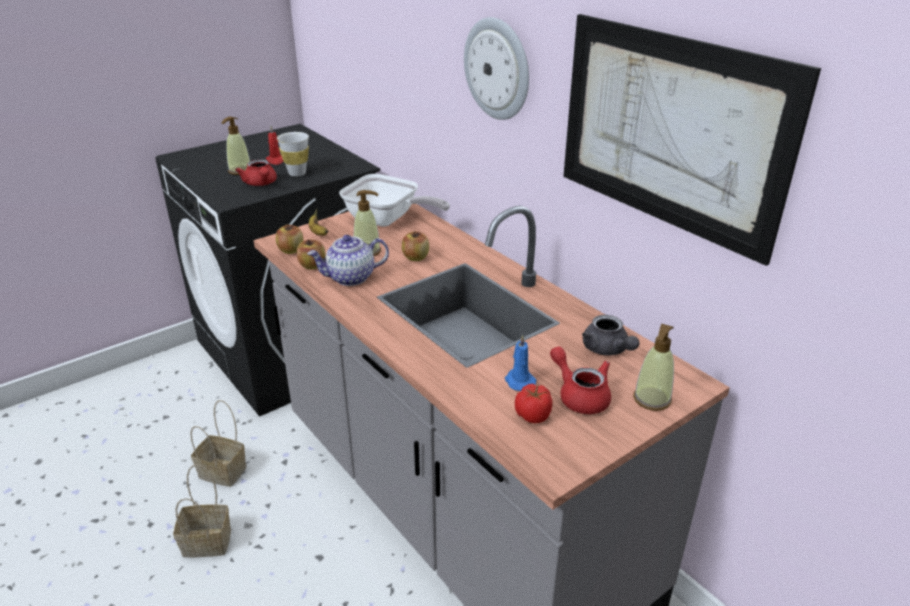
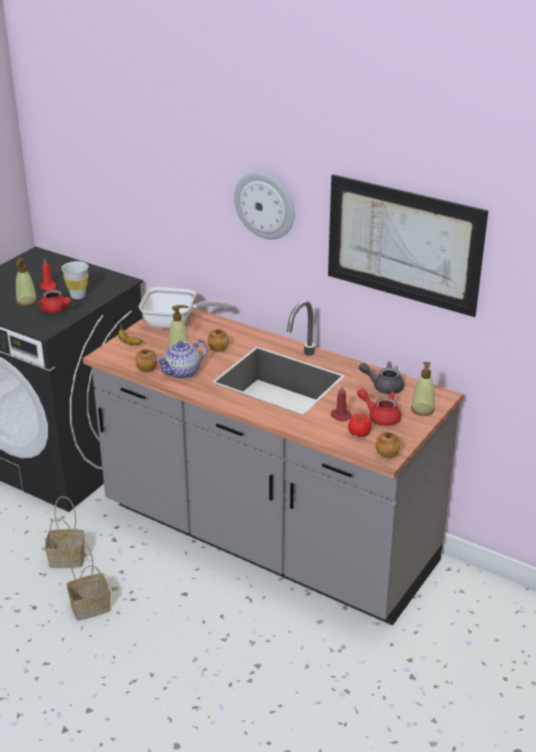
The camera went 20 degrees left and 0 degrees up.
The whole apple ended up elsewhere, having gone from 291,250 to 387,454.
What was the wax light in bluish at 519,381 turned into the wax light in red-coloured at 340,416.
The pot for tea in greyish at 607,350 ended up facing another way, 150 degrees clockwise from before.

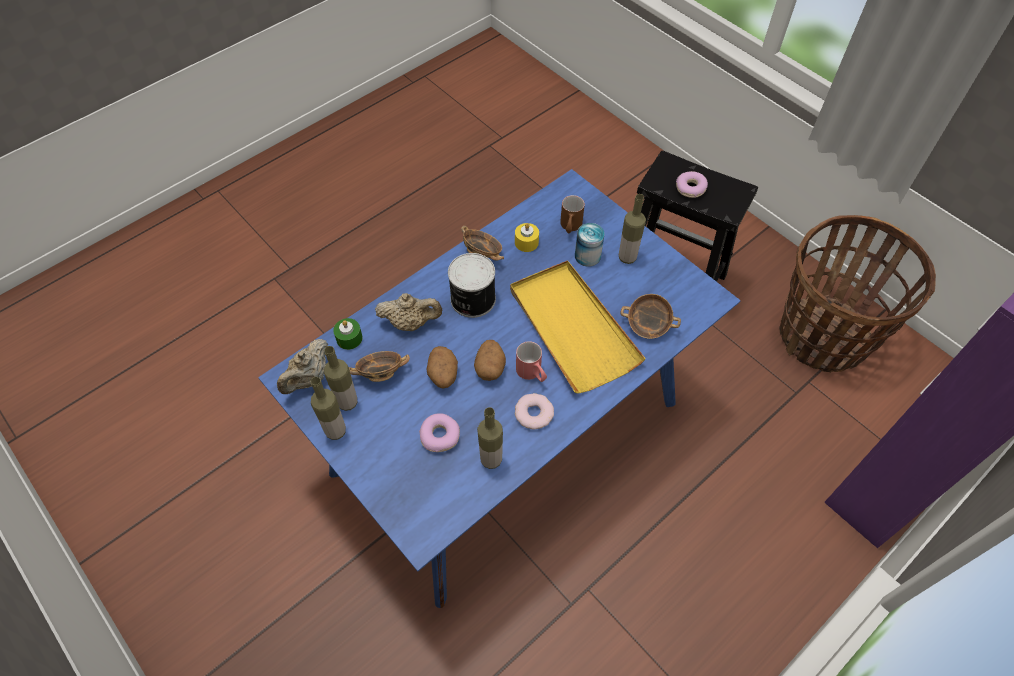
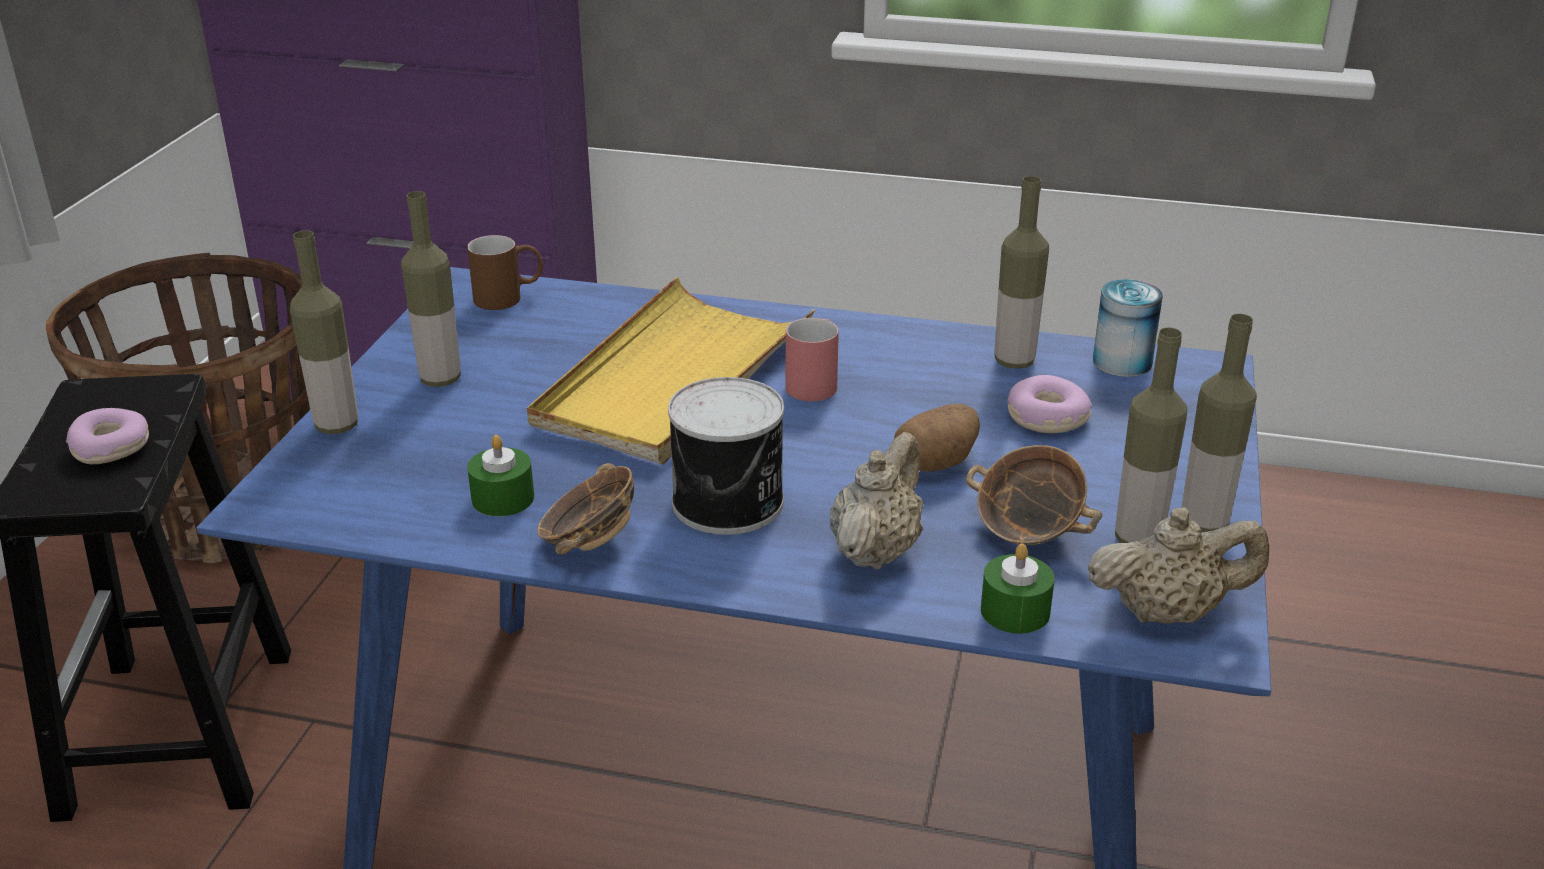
The camera went 125 degrees left and 25 degrees down.
The pot for tea in beige at 411,322 ended up facing another way, 60 degrees clockwise from before.
The second view lost the whole potato at 490,367.
What was the wax light in yellow at 526,242 turned into the wax light in greenish at 503,498.
The second view lost the doughnut at 533,413.
The coffee mug in brown-coloured ended up elsewhere, having gone from 570,227 to 509,297.
The sealed can ended up elsewhere, having gone from 587,256 to 1122,362.
The second view lost the serving bowl at 647,326.
The second view gained the bottle at 337,425.

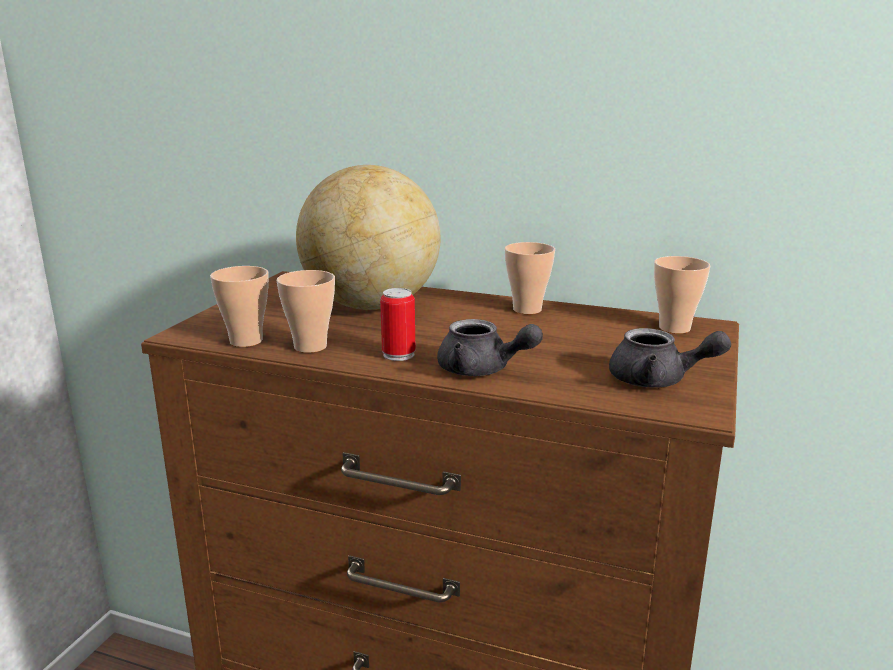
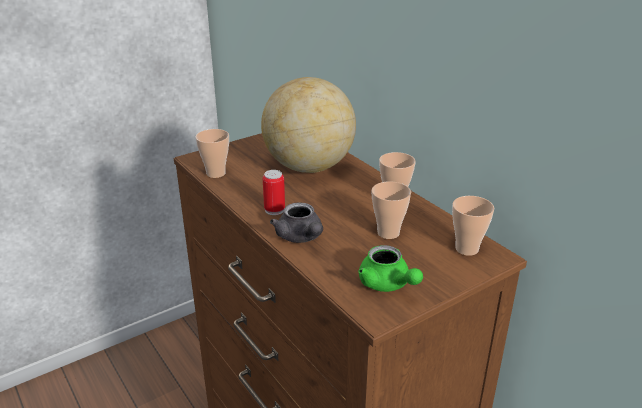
The camera went 35 degrees right and 10 degrees up.
The small cup ended up elsewhere, having gone from 310,347 to 388,233.
What was the pot for tea in greyish at 658,380 turned into the pot for tea in greenish at 387,284.

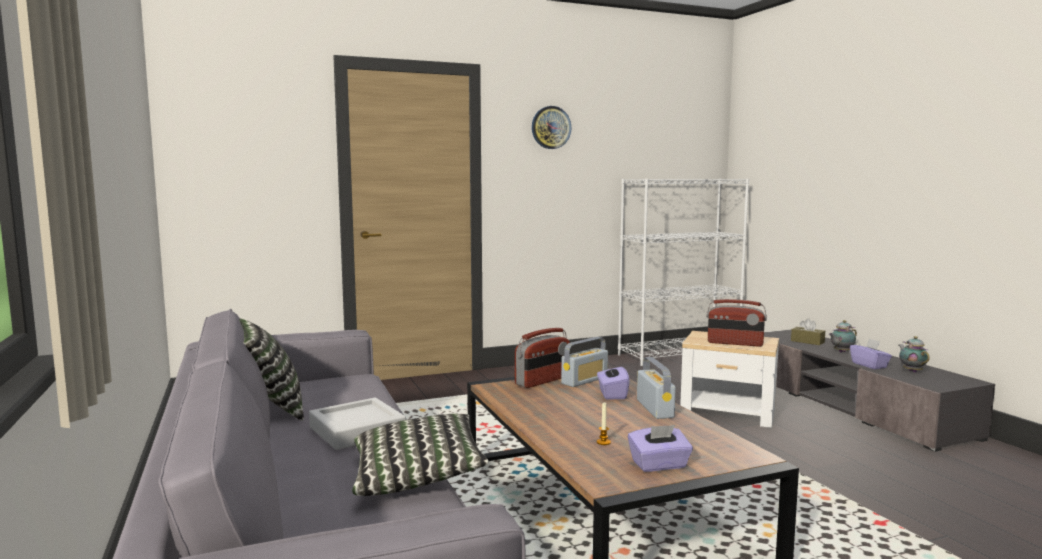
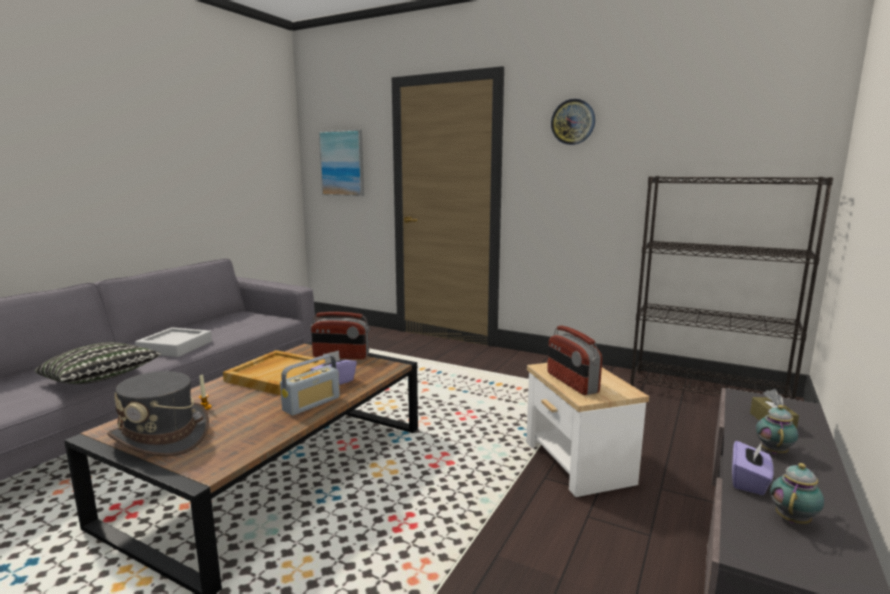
The camera went 50 degrees right and 5 degrees up.
The second view lost the pillow at 271,409.
The second view lost the radio set at 584,380.
What was the bookshelf in white-coloured at 679,354 turned into the bookshelf in black-coloured at 708,392.
Where the tissue holder in purple-coloured stood at 659,465, the clothing hat in greyish came to stand at 161,437.
The pot for tea at 841,352 ended up facing another way, 90 degrees clockwise from before.
The second view gained the carrying tray in beige at 277,375.
The second view gained the picture at 342,163.

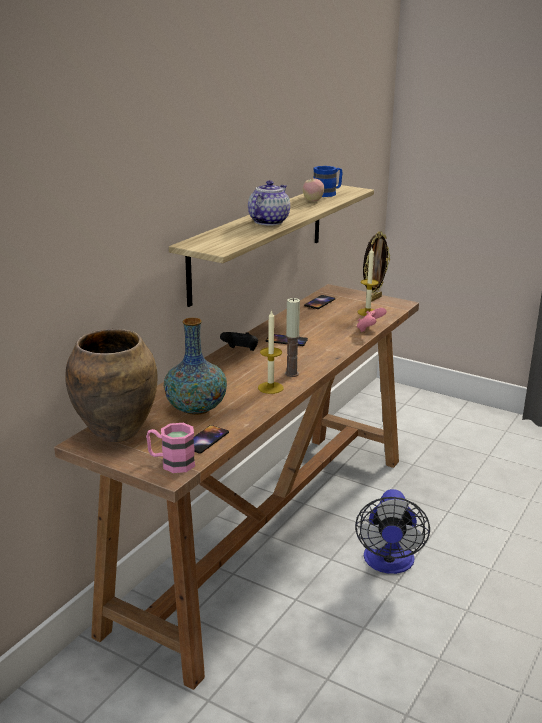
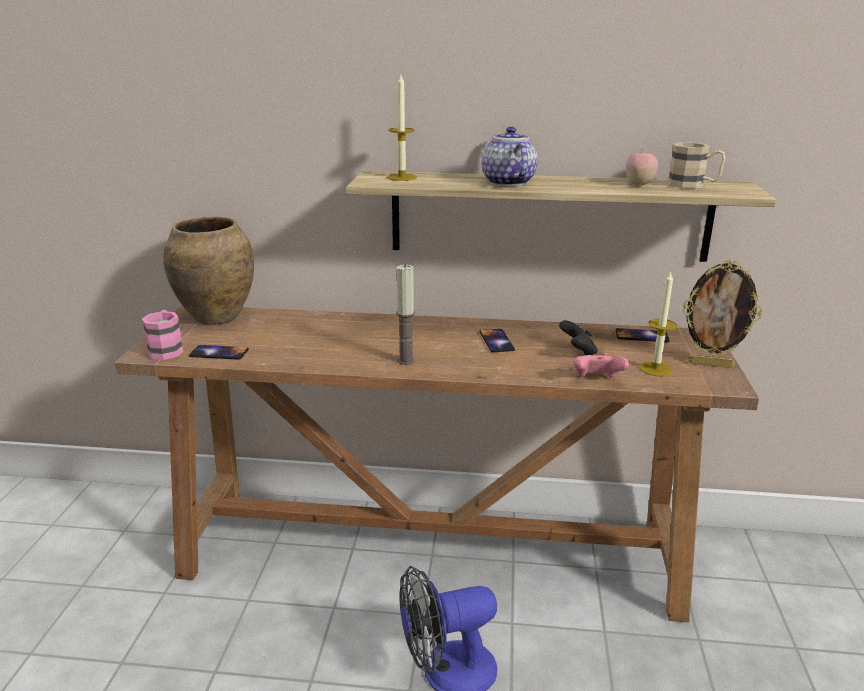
The camera went 65 degrees right and 0 degrees up.
The second view lost the decorative vase at 196,409.
The game controller in black-coloured ended up elsewhere, having gone from 240,351 to 578,353.
The pot for tea at 268,221 ended up facing another way, 105 degrees counterclockwise from before.
The wax light ended up elsewhere, having gone from 270,388 to 402,177.
What was the coffee mug in bluish at 328,193 turned into the coffee mug in beige at 693,185.

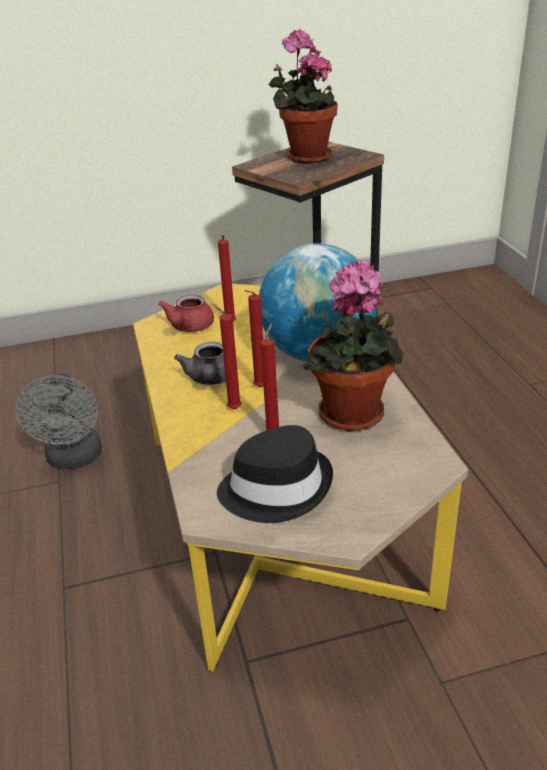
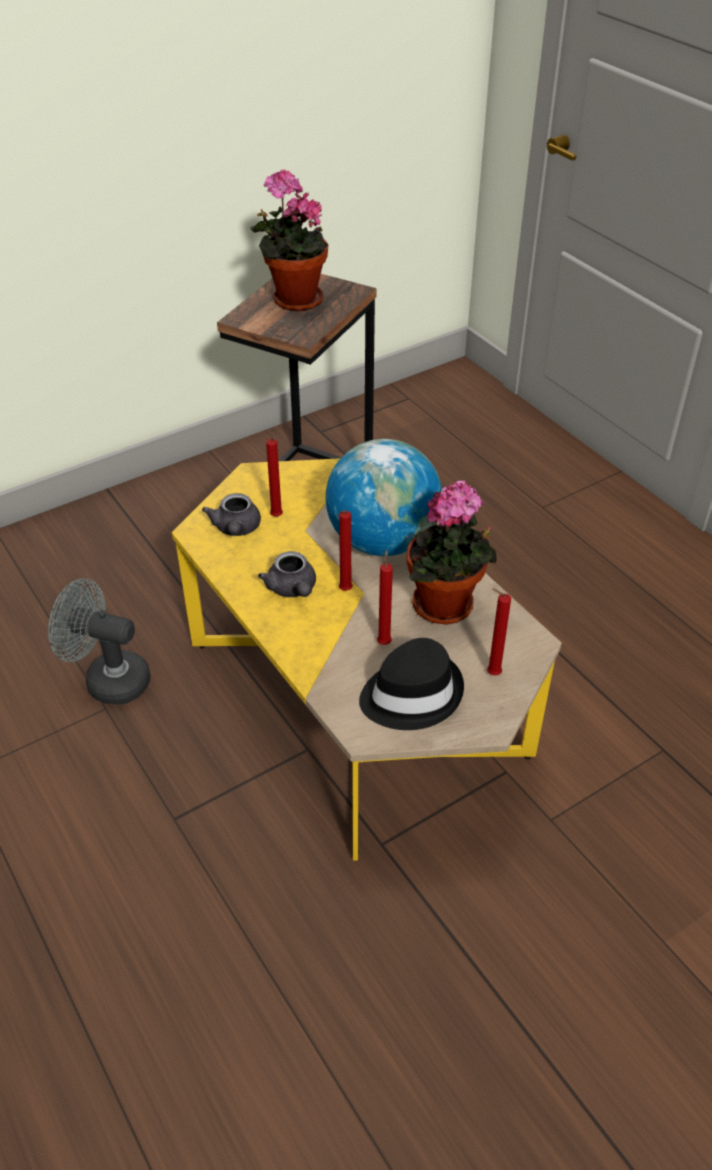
The camera went 20 degrees left and 10 degrees up.
The fan in greyish at 74,459 ended up facing another way, 135 degrees clockwise from before.
What was the pot for tea in red-coloured at 189,328 turned into the pot for tea in greyish at 236,529.
The wax light in red-coloured ended up elsewhere, having gone from 232,408 to 491,674.

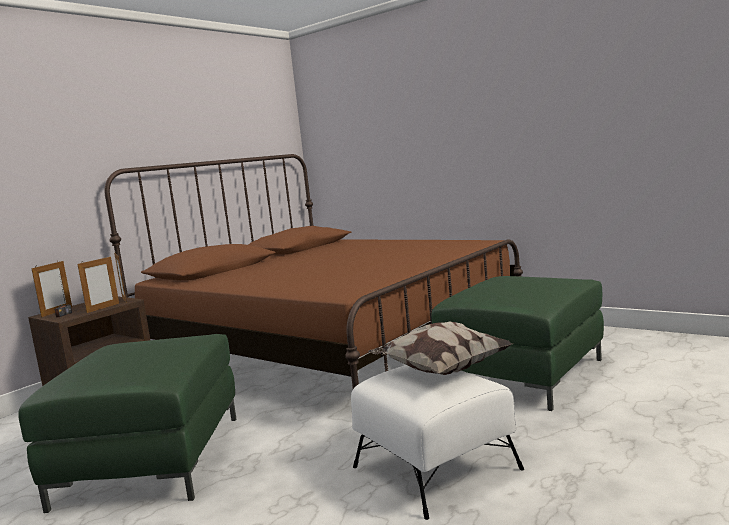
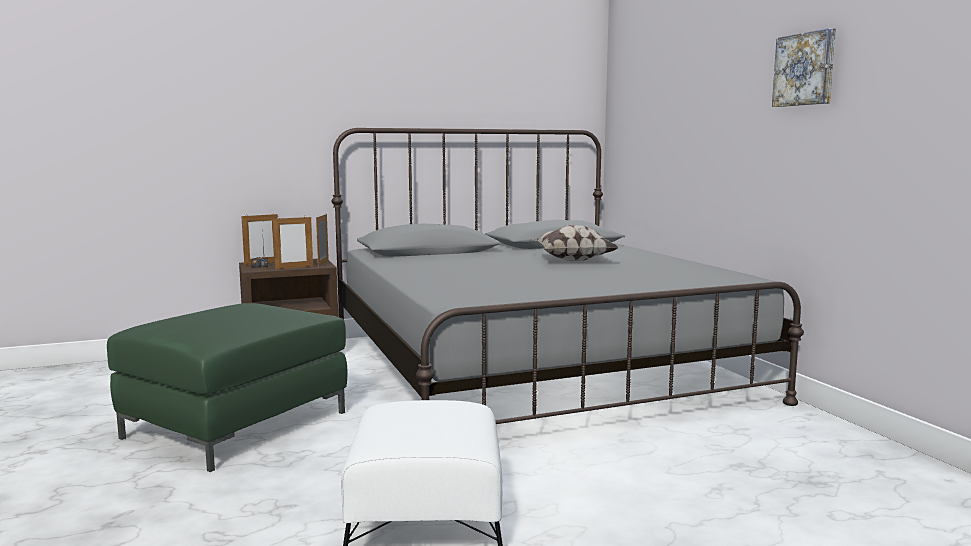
The camera went 30 degrees right and 0 degrees up.
What was the bedroom bed in brown-coloured at 334,346 turned into the bedroom bed in greyish at 534,369.
The pillow ended up elsewhere, having gone from 440,370 to 571,260.
The second view lost the footrest in greenish at 523,375.
The second view gained the picture at 805,69.

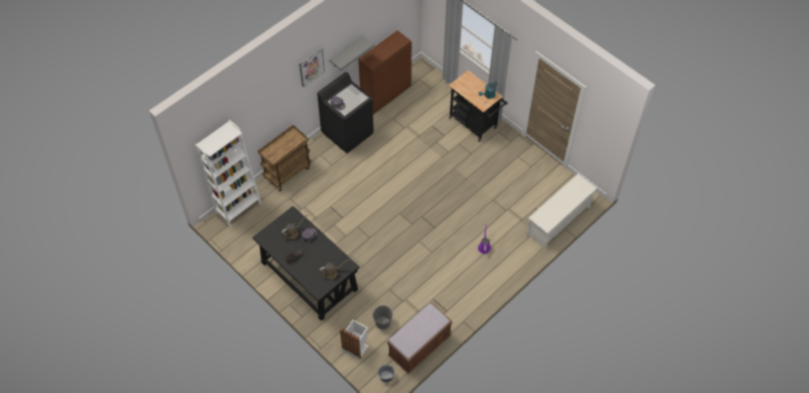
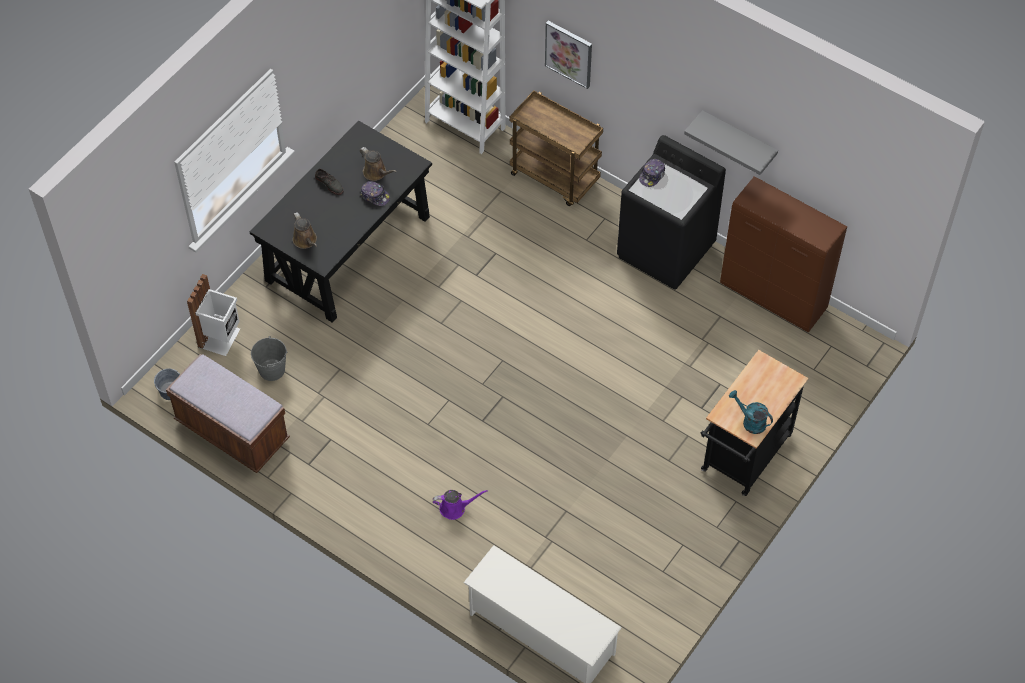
The camera went 80 degrees right and 0 degrees up.
The picture ended up elsewhere, having gone from 311,66 to 569,53.

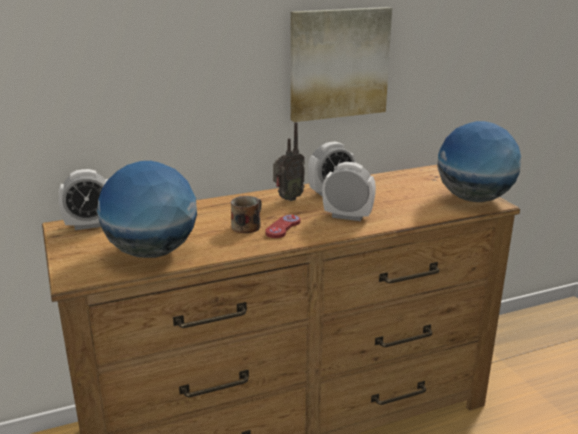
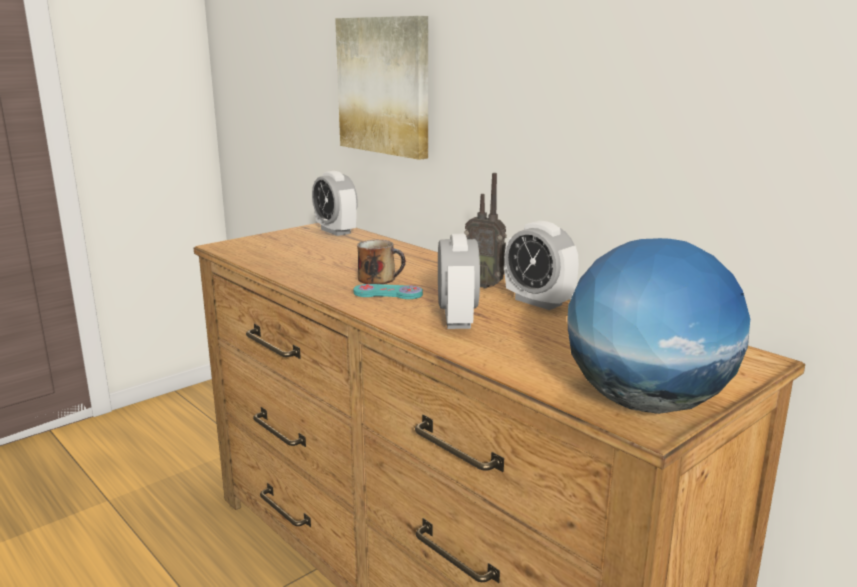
The camera went 70 degrees right and 5 degrees down.
The second view lost the world globe at 152,252.
What was the game controller in red-coloured at 283,228 turned into the game controller in turquoise at 388,294.
The picture ended up elsewhere, having gone from 338,63 to 385,86.

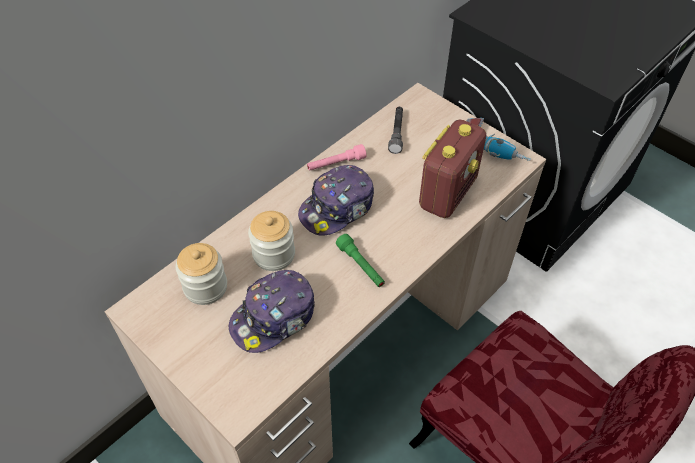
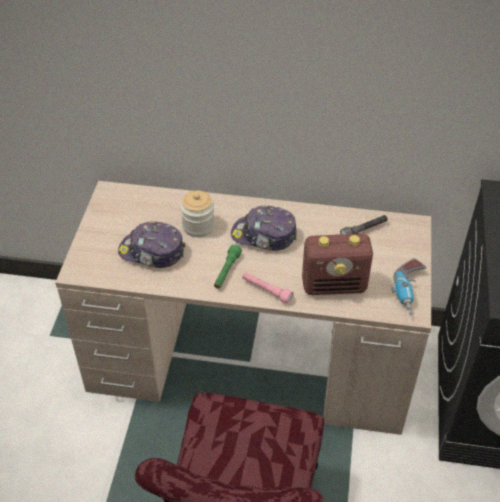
The camera went 55 degrees right and 5 degrees down.
The second view lost the storage jar at 205,287.
The torch in pink ended up elsewhere, having gone from 336,164 to 266,290.

